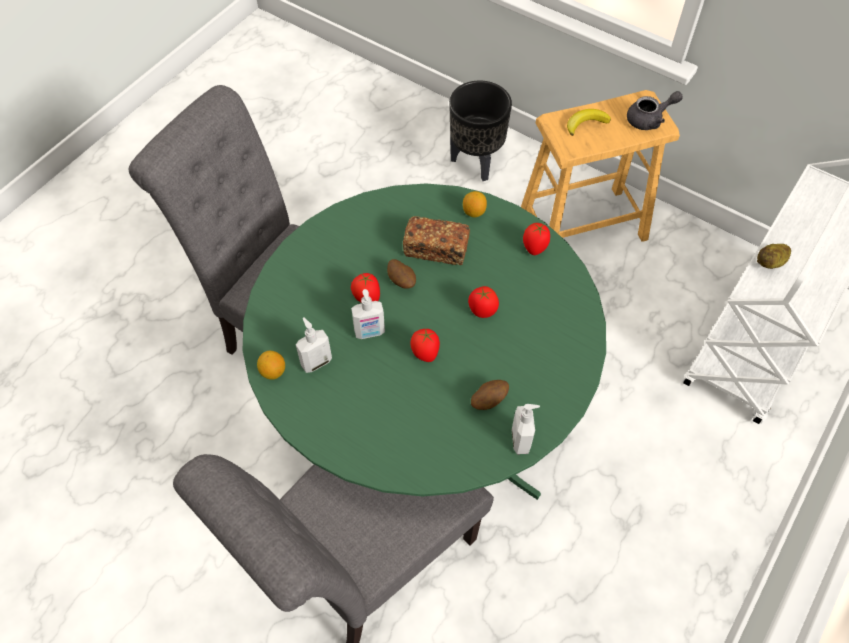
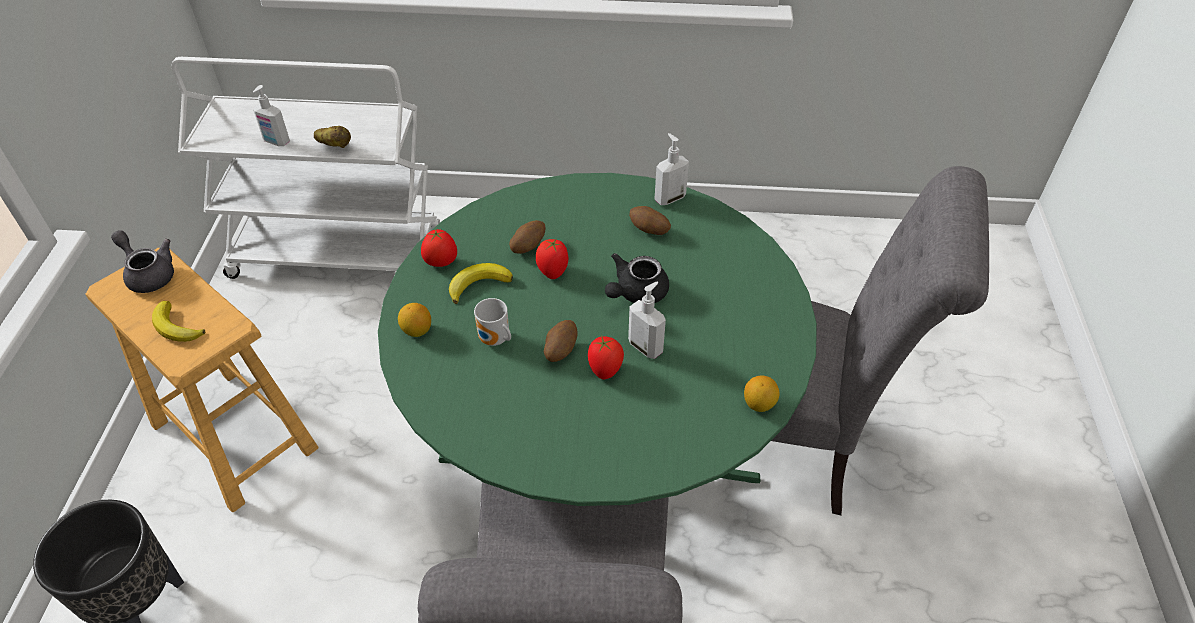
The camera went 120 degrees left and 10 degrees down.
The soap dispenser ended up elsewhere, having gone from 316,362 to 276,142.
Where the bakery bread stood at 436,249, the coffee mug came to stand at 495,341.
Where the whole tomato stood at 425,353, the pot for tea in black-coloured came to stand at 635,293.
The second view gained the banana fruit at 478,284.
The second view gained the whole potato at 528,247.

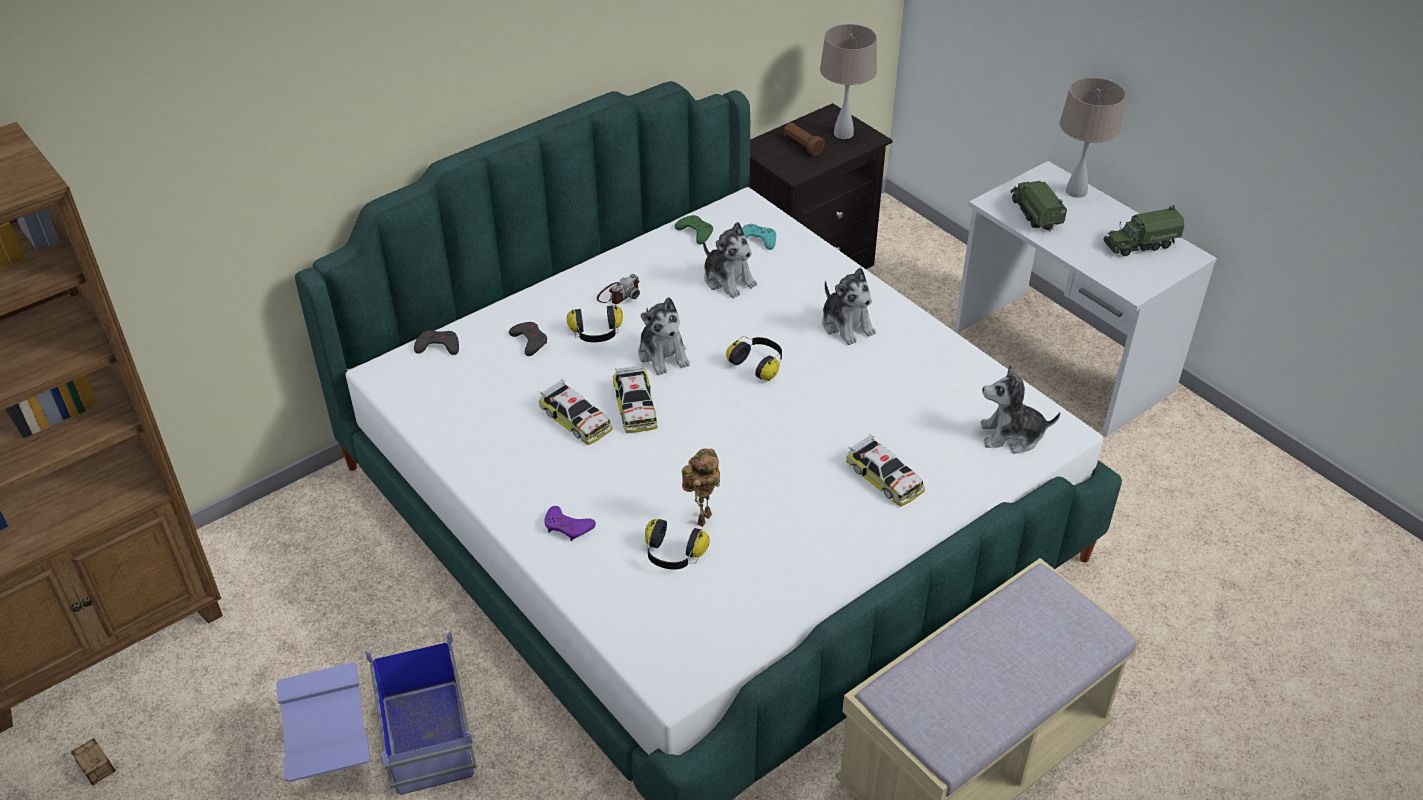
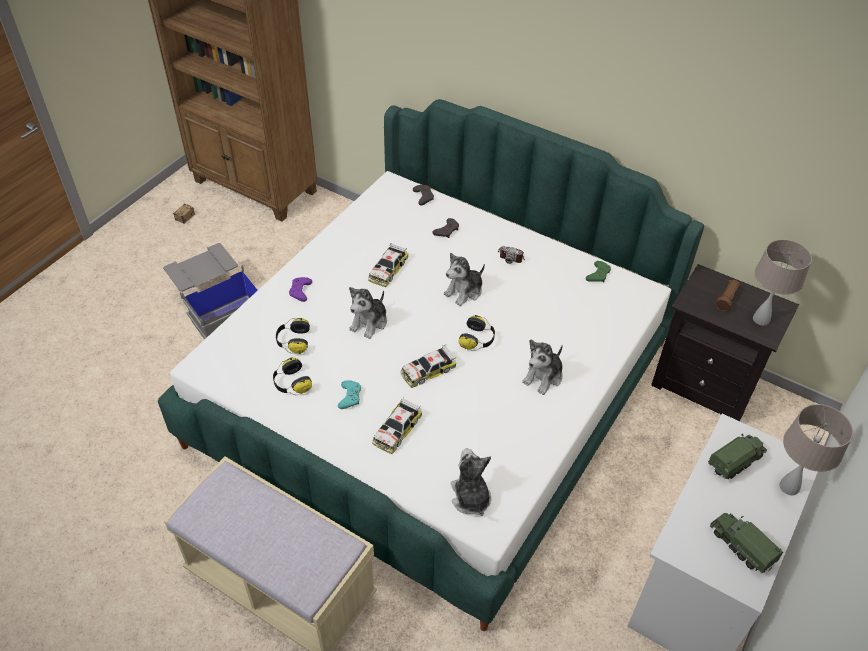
The camera went 70 degrees right and 5 degrees up.
What was the storage box in bluish at 383,749 turned into the storage box in greyish at 218,307.
The headphones ended up elsewhere, having gone from 596,334 to 291,383.
The miniature car ended up elsewhere, having gone from 635,406 to 428,370.
The second view lost the model robot at 703,517.
The plush toy ended up elsewhere, having gone from 728,280 to 369,322.
The game controller in turquoise ended up elsewhere, having gone from 757,240 to 350,396.

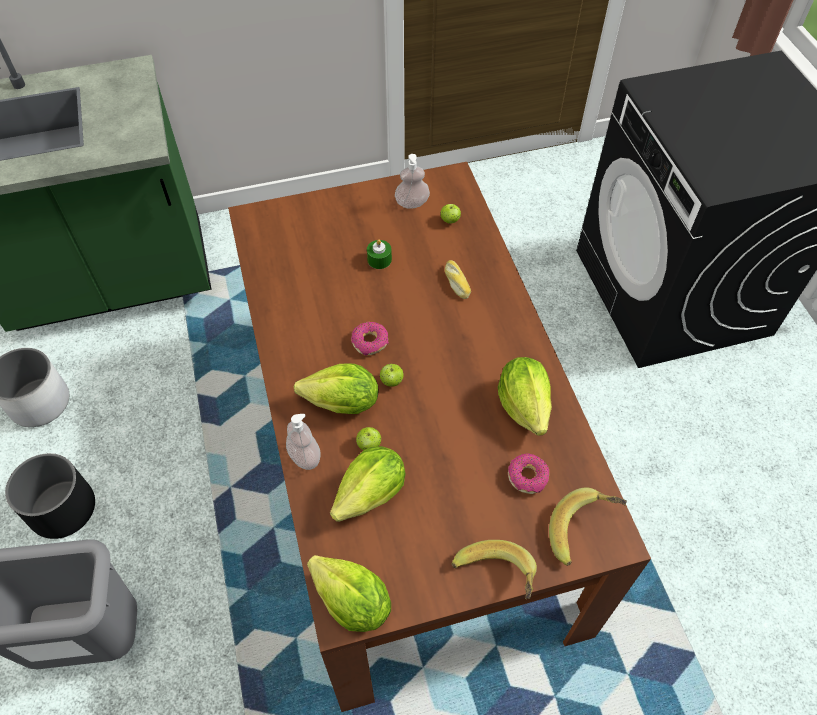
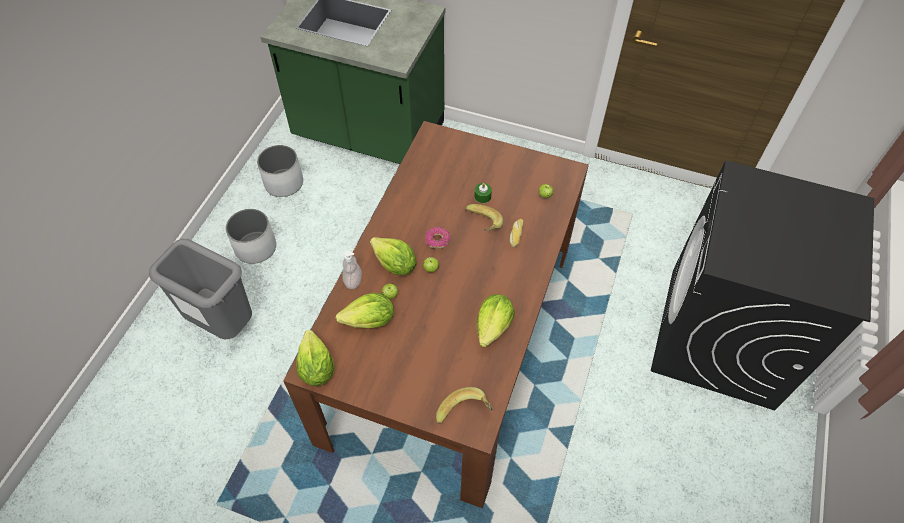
The camera went 35 degrees right and 0 degrees up.
What was the planter in black-coloured at 62,509 turned into the planter in white-coloured at 255,247.
The second view lost the soap dispenser at 412,203.
The banana fruit ended up elsewhere, having gone from 495,579 to 481,226.
The second view lost the doughnut at 527,477.

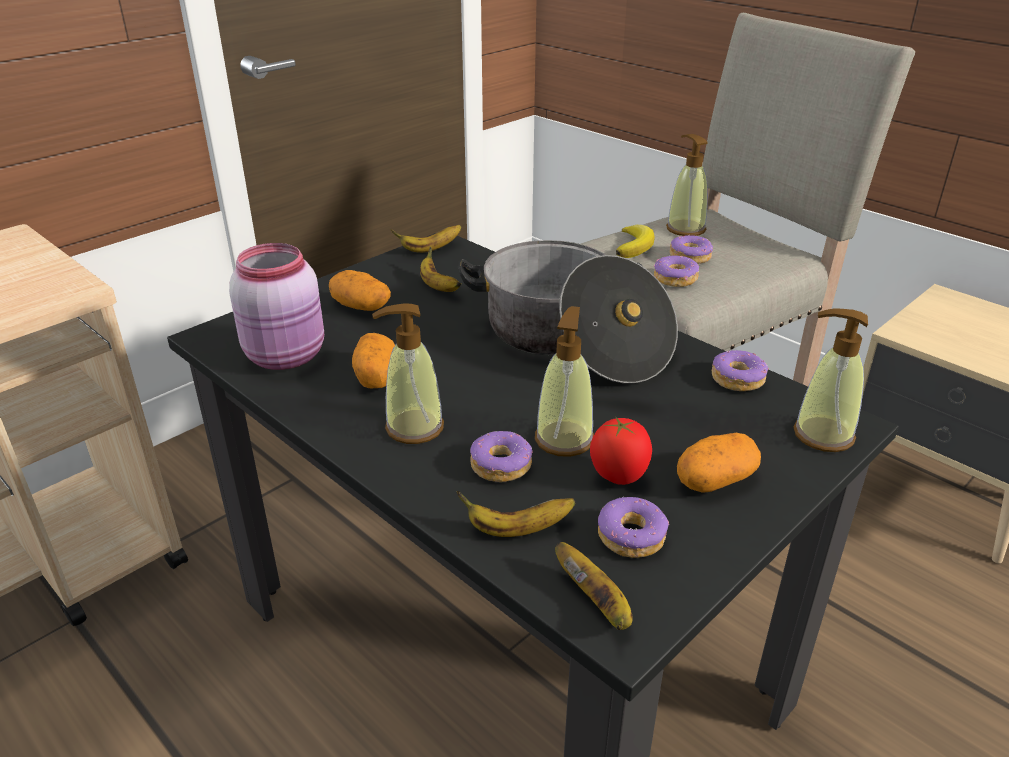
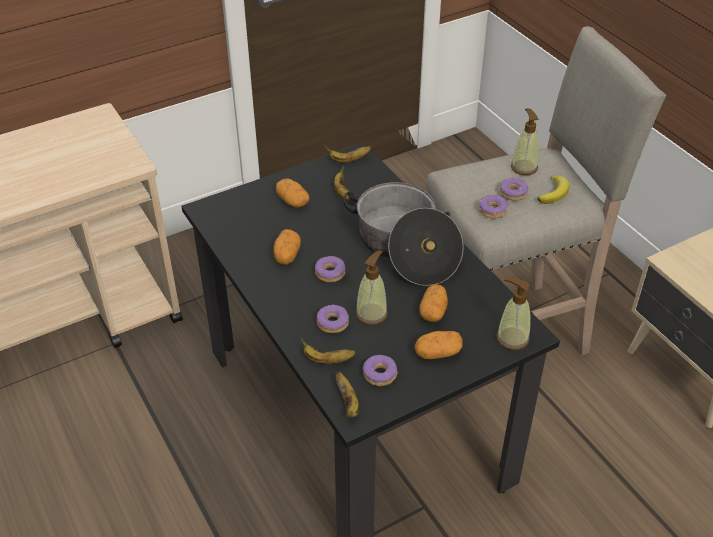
The camera went 15 degrees right and 10 degrees up.
The second view lost the storage jar in pink at 288,356.
The second view lost the soap dispenser at 414,427.
The second view lost the whole tomato at 618,477.
The banana fruit ended up elsewhere, having gone from 634,245 to 554,192.
The doughnut ended up elsewhere, having gone from 737,379 to 330,273.
The second view gained the whole potato at 433,311.

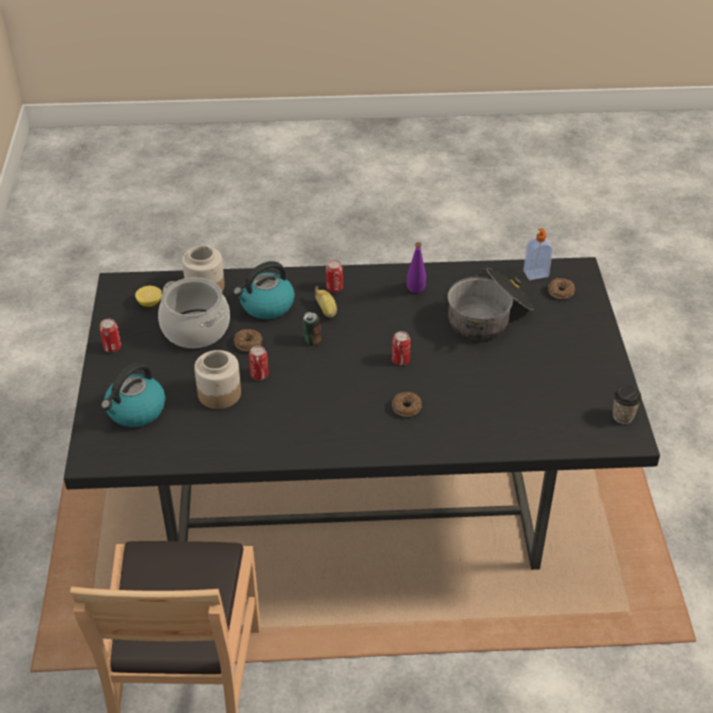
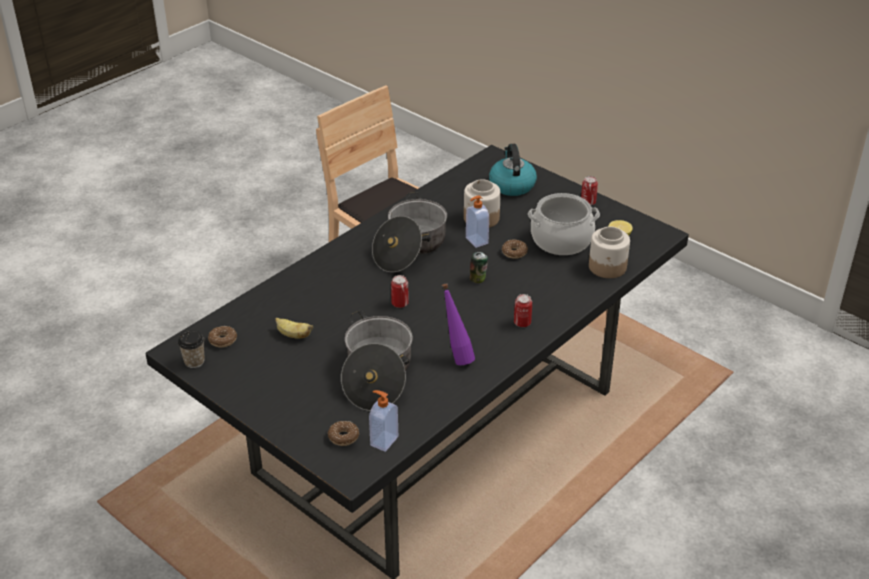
The camera went 135 degrees right and 5 degrees down.
The second view lost the kettle at 266,306.
Where the sealed can stood at 259,375, the soap dispenser came to stand at 476,241.
The banana fruit ended up elsewhere, having gone from 326,311 to 293,335.
The doughnut ended up elsewhere, having gone from 406,408 to 223,340.
The second view gained the stockpot at 410,248.

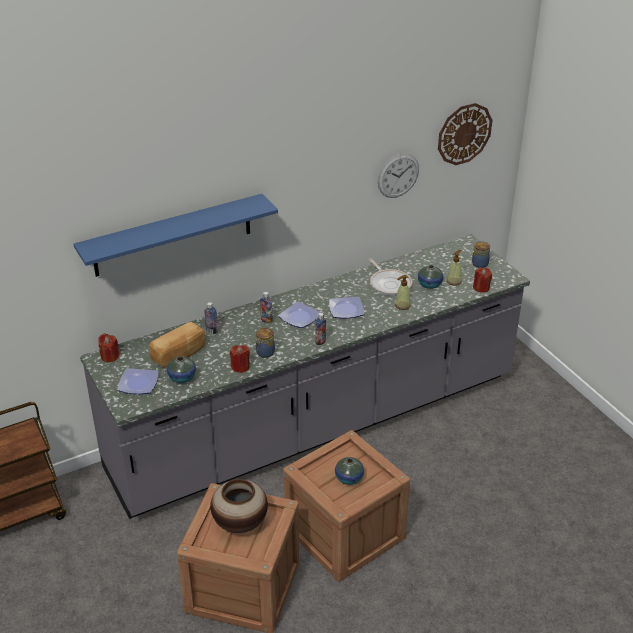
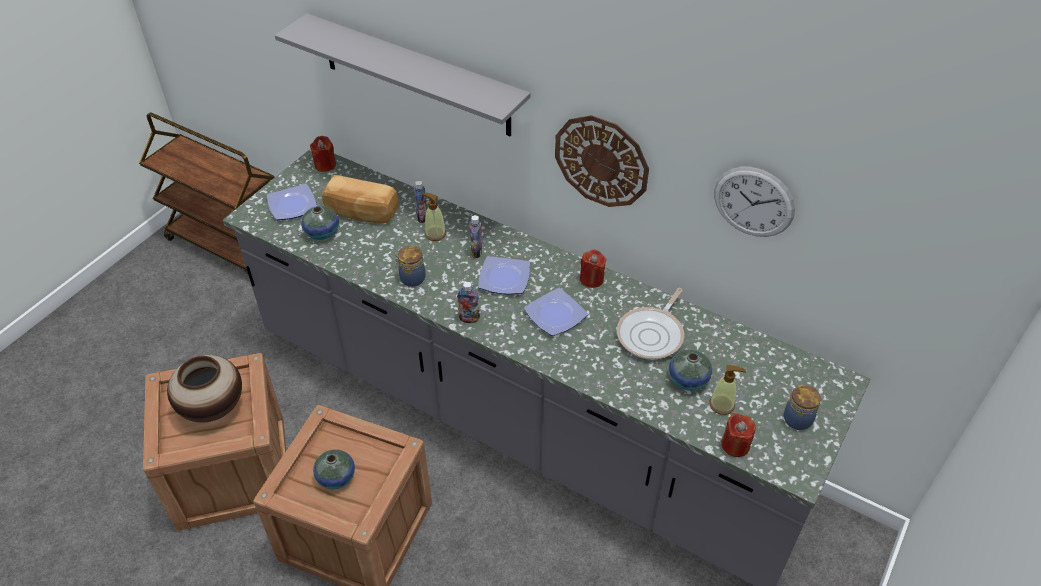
The camera went 60 degrees right and 10 degrees up.
What was the shelf in bluish at 173,235 turned into the shelf in greyish at 415,75.
The wax light in red-coloured ended up elsewhere, having gone from 240,367 to 591,279.
The soap dispenser ended up elsewhere, having gone from 402,305 to 435,234.
The wall clock ended up elsewhere, having gone from 464,134 to 601,161.

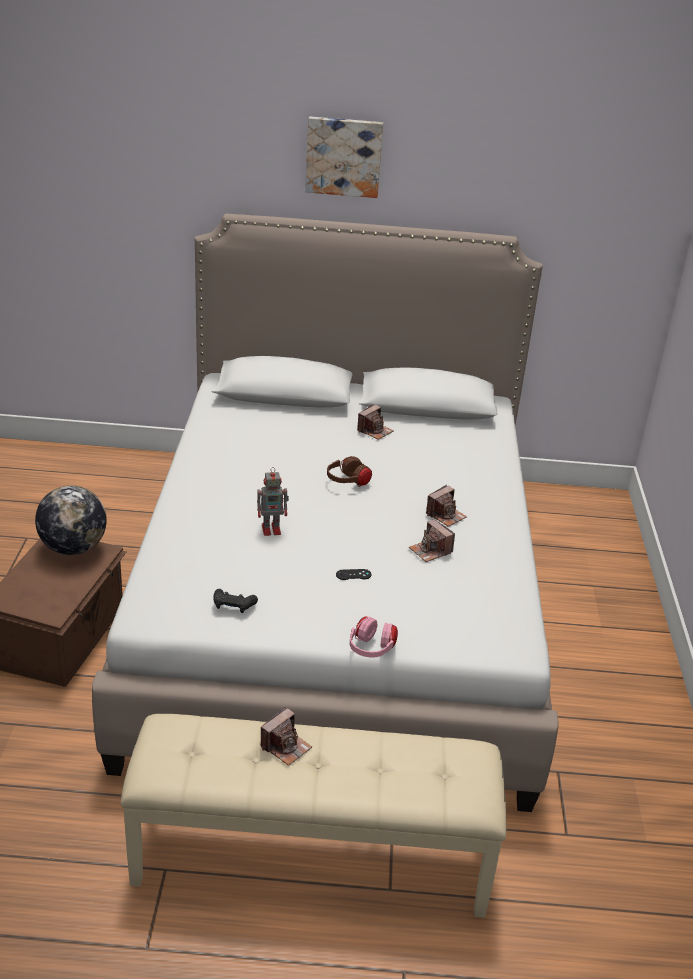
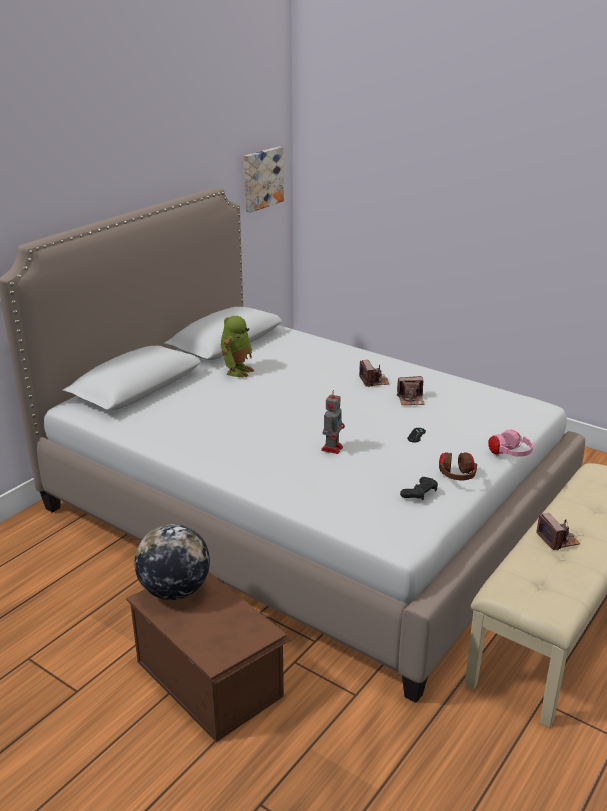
The camera went 55 degrees left and 5 degrees down.
The picture ended up elsewhere, having gone from 344,156 to 262,178.
The headphones in brown-coloured ended up elsewhere, having gone from 348,482 to 456,477.
Where the photo camera stood at 374,431, the model robot came to stand at 237,371.

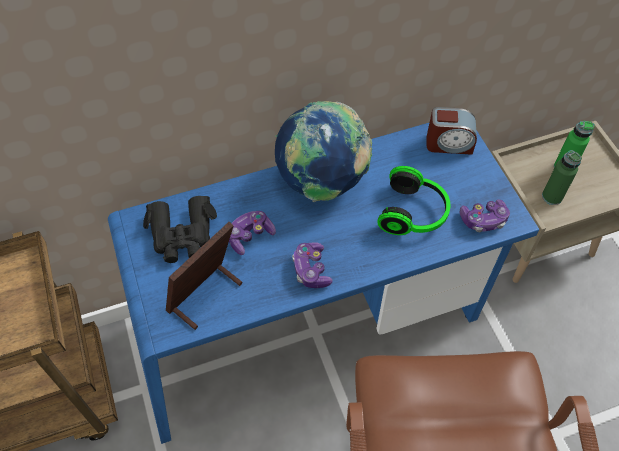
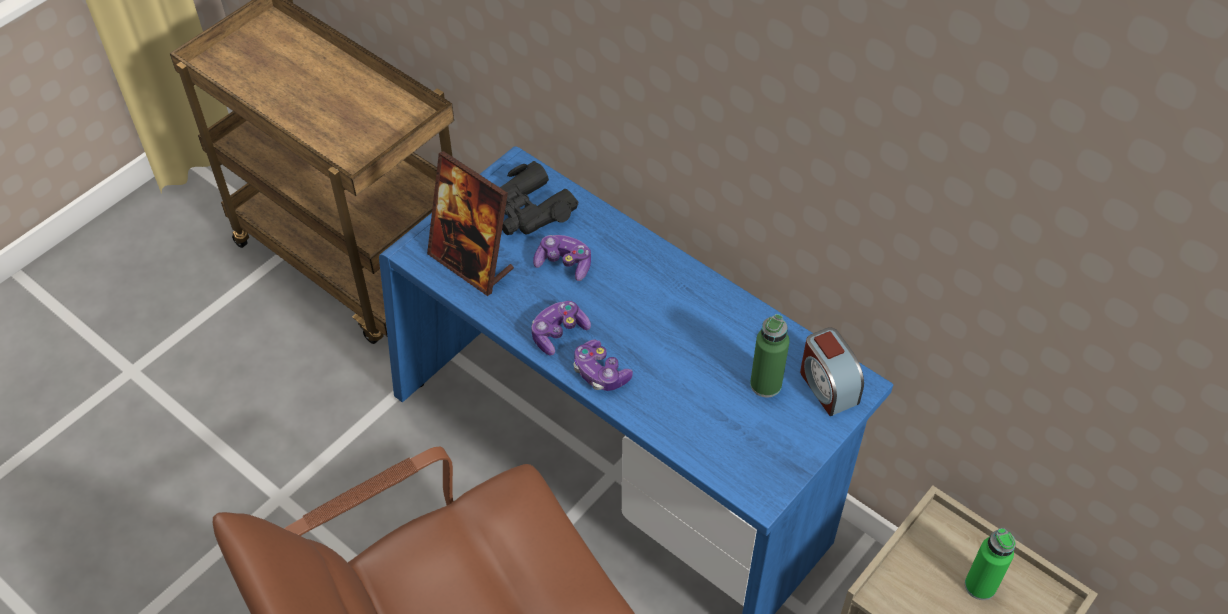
The camera went 60 degrees right and 5 degrees down.
The photo frame at 205,296 ended up facing another way, 150 degrees counterclockwise from before.
The second view lost the world globe at 322,182.
The second view lost the headphones at 414,213.
The game controller ended up elsewhere, having gone from 483,220 to 600,373.
The bottle in greenish ended up elsewhere, having gone from 552,196 to 765,384.

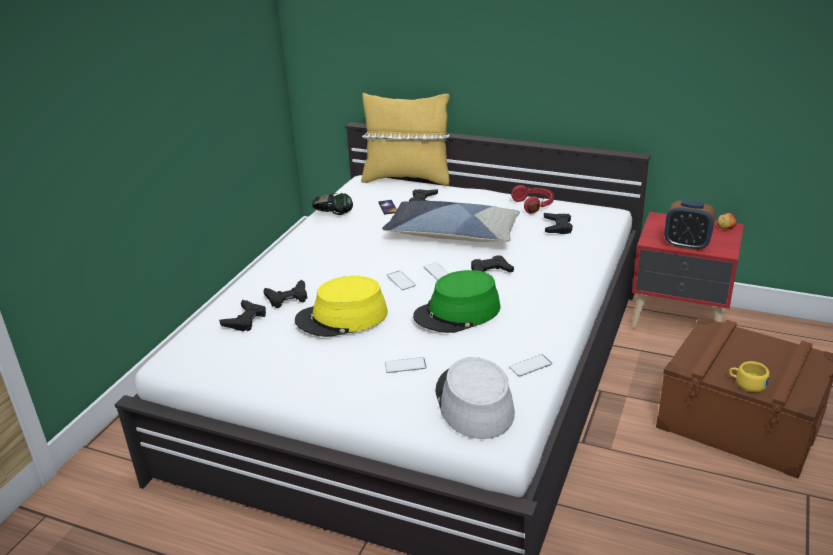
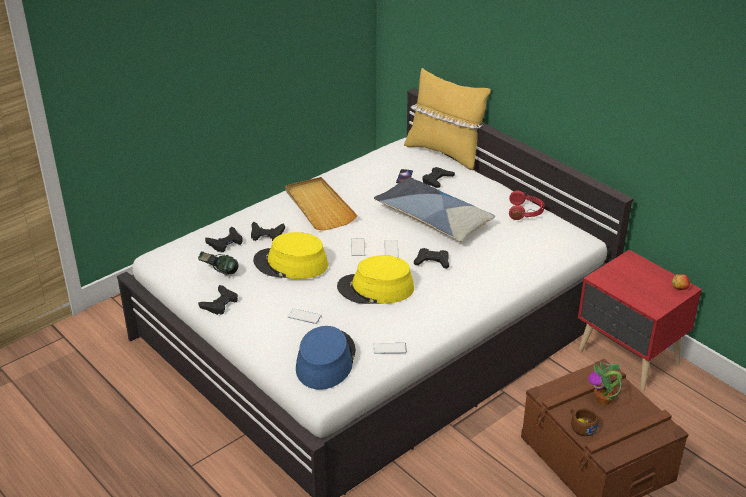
The camera went 25 degrees right and 5 degrees up.
The headphones ended up elsewhere, having gone from 333,215 to 219,273.
What was the clothing hat in greenish at 457,313 turned into the clothing hat in yellow at 375,288.
What was the clothing hat in greyish at 473,403 turned into the clothing hat in bluish at 325,360.
The game controller in black-coloured ended up elsewhere, having gone from 557,227 to 220,303.
The second view lost the alarm clock at 686,245.
What was the small cup in yellow at 747,383 turned into the small cup in brown-coloured at 581,426.
The second view gained the carrying tray in beige at 319,206.
The second view gained the potted plant at 604,400.

